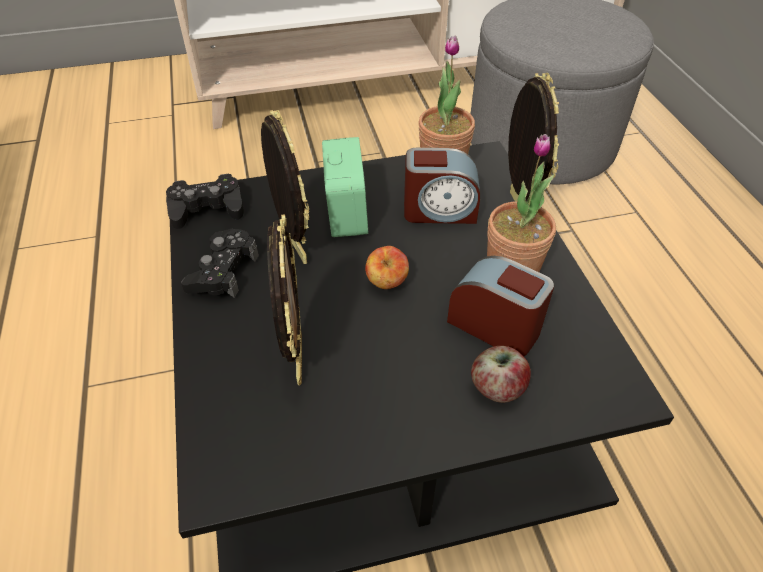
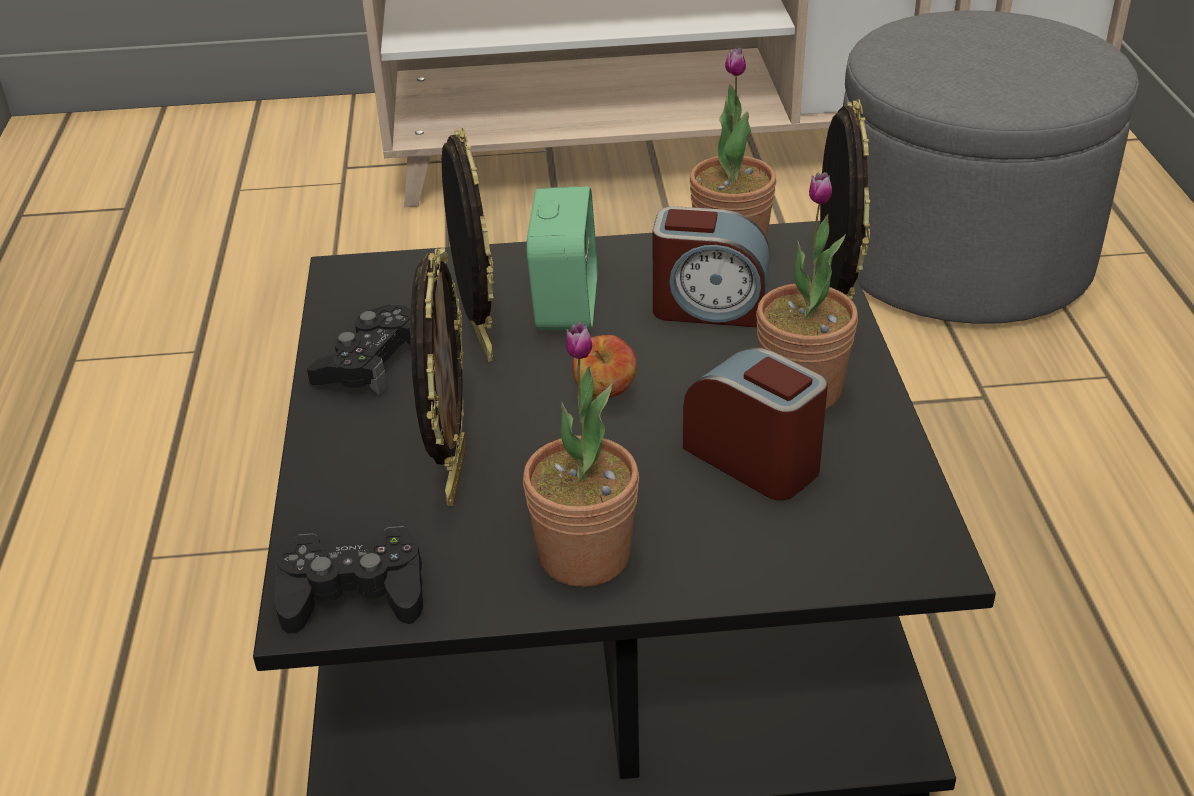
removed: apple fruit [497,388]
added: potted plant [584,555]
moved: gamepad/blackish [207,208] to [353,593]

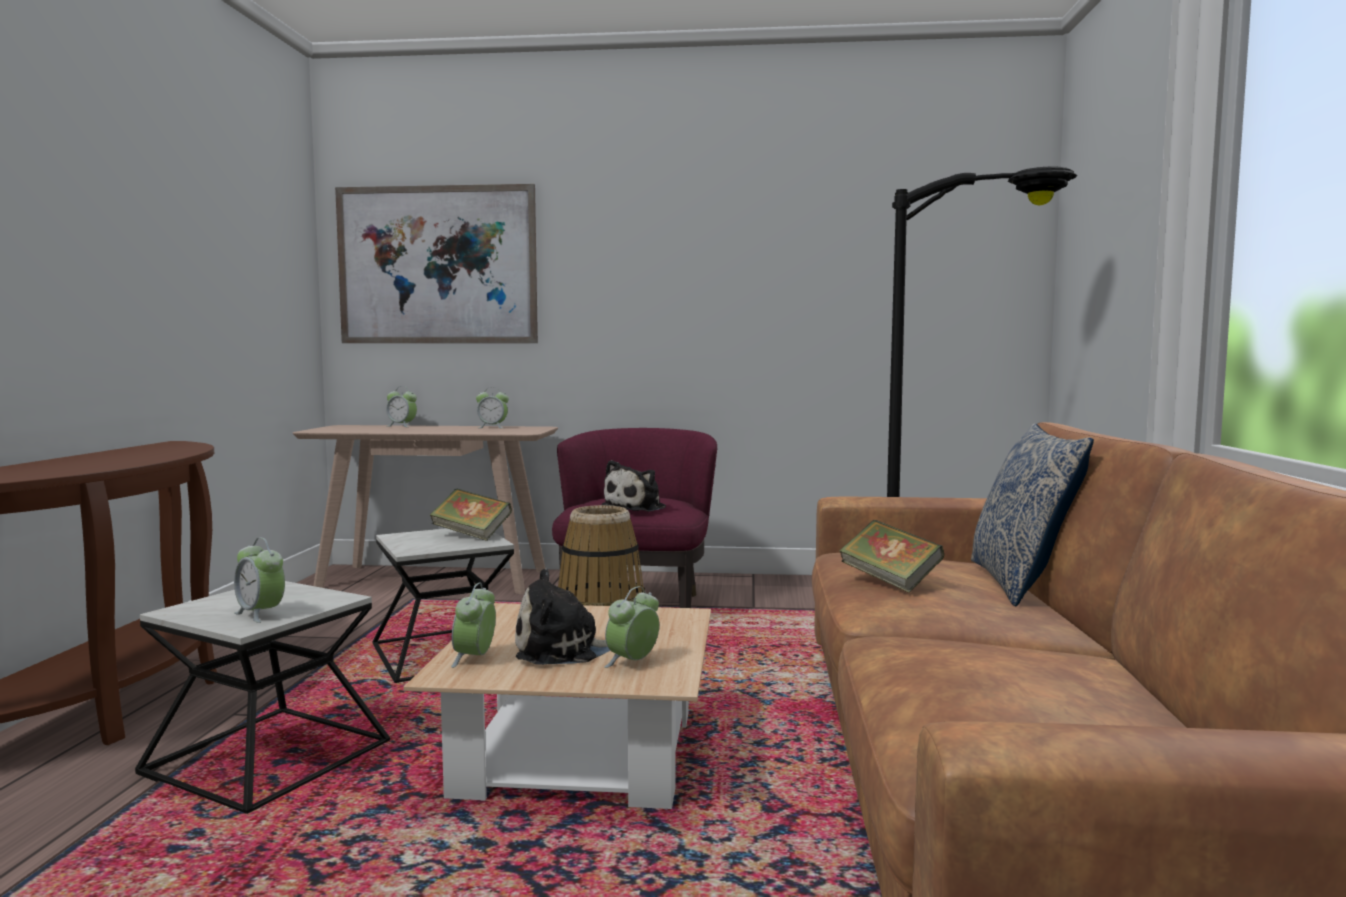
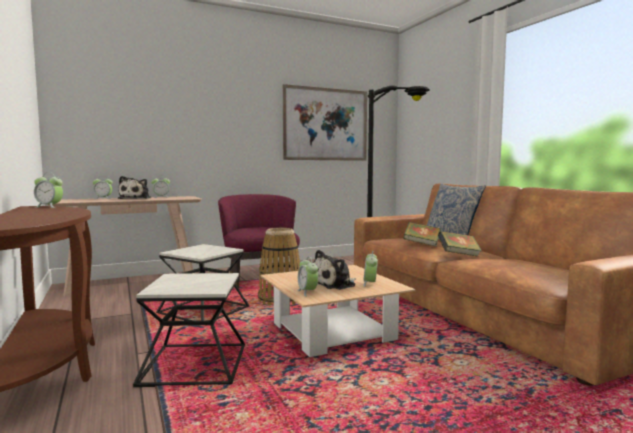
moved: alarm clock [260,614] to [49,207]; wall picture [437,265] to [326,124]; volume [471,535] to [458,255]; cuddly toy [637,507] to [136,198]

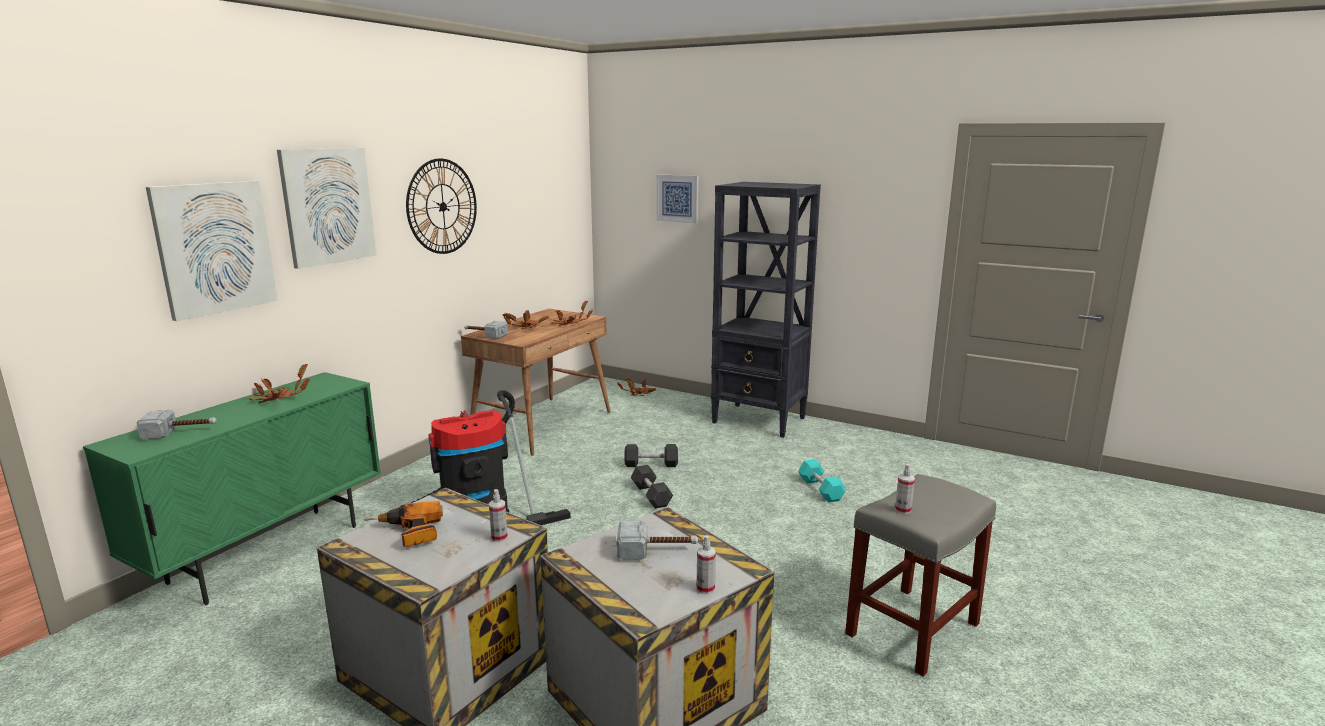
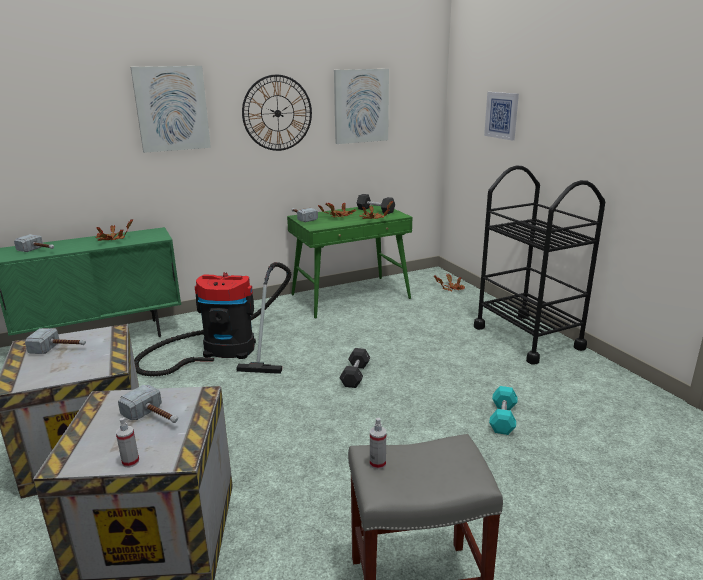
removed: hand sprayer [499,537]
moved: wall picture [214,248] to [361,106]; dumbbell/grey [651,464] to [375,210]
replaced: power drill [409,534] to hammer [60,349]; bookshelf/blackish [759,420] to cart/blackish [527,337]
recoloured: desk table/brownish [542,424] to desk table/green-coloured [351,296]

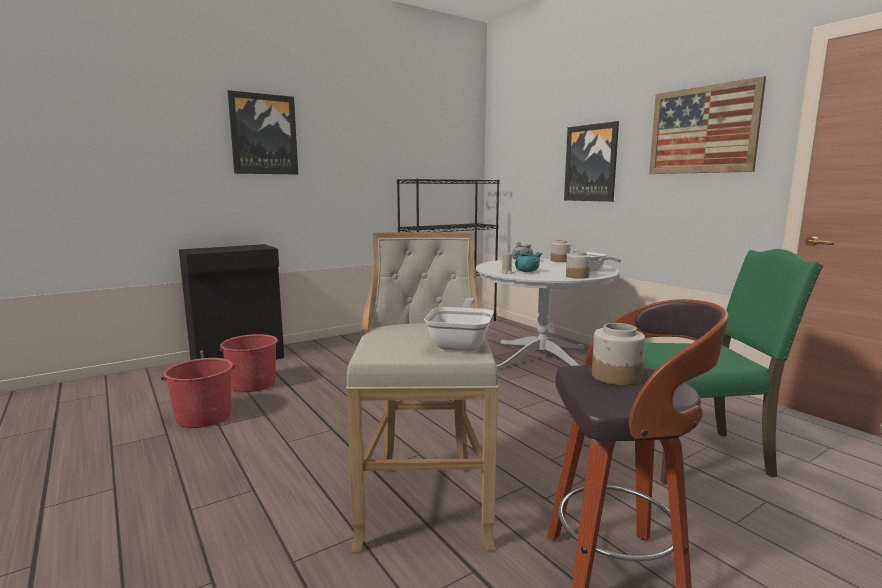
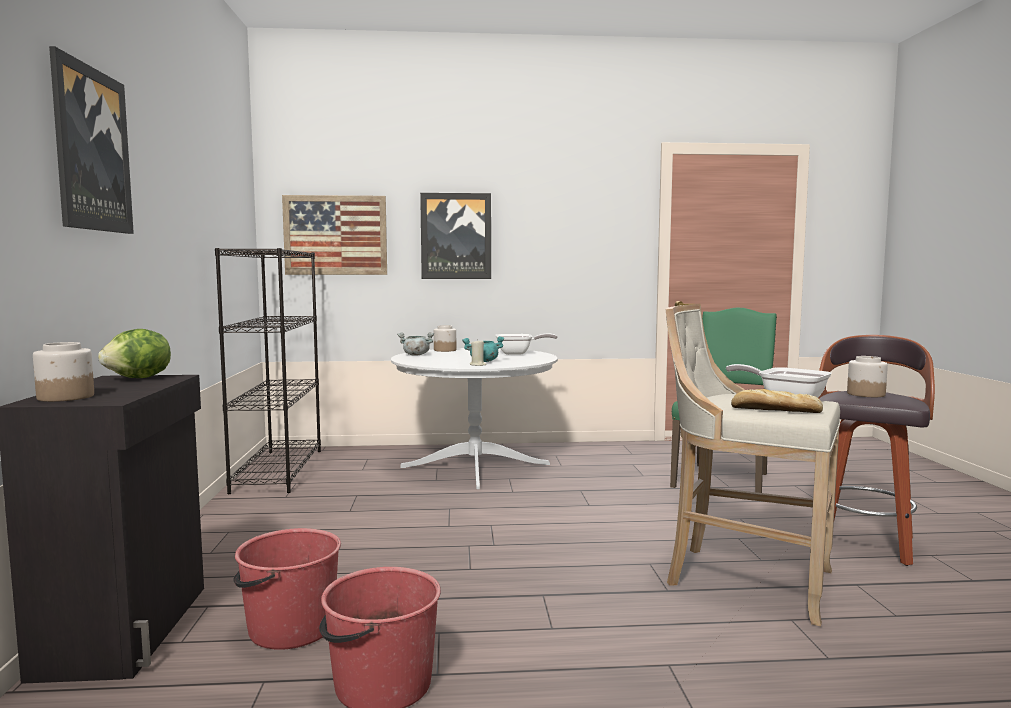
added: lettuce head [139,378]; baked bread [774,410]
moved: storage jar [577,276] to [65,397]; wall picture [702,130] to [335,235]

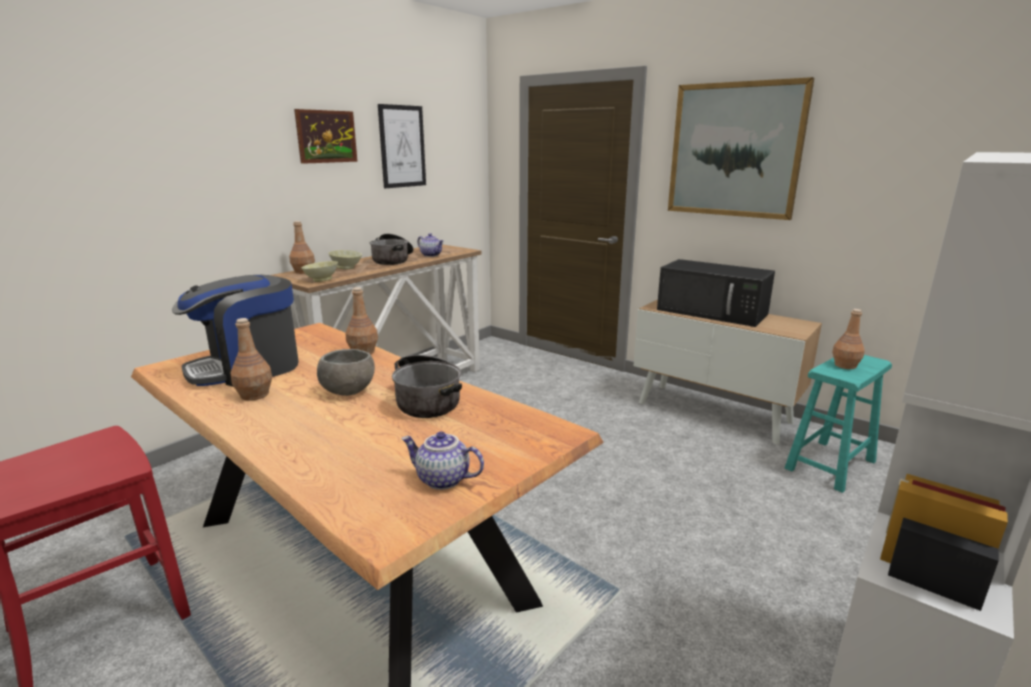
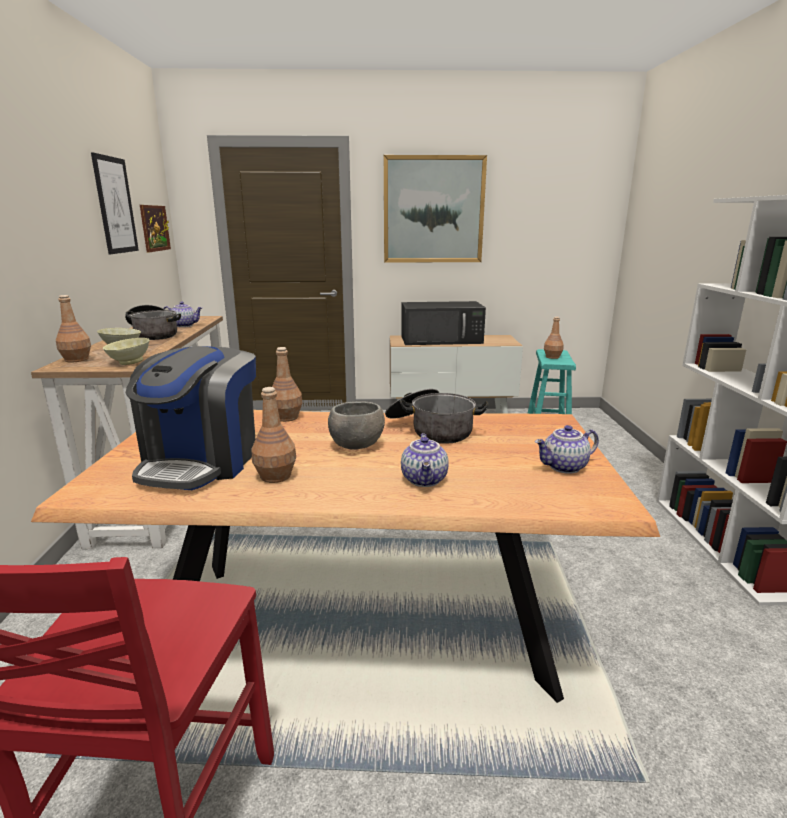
added: teapot [425,480]
moved: wall picture [326,136] to [154,228]

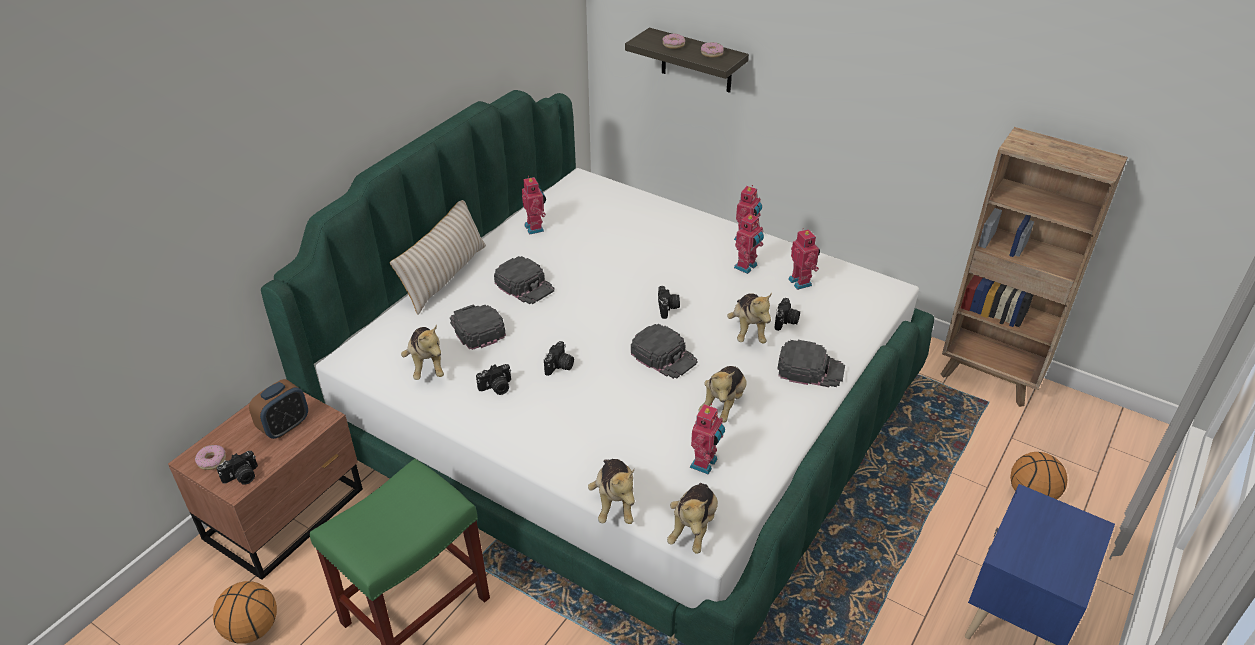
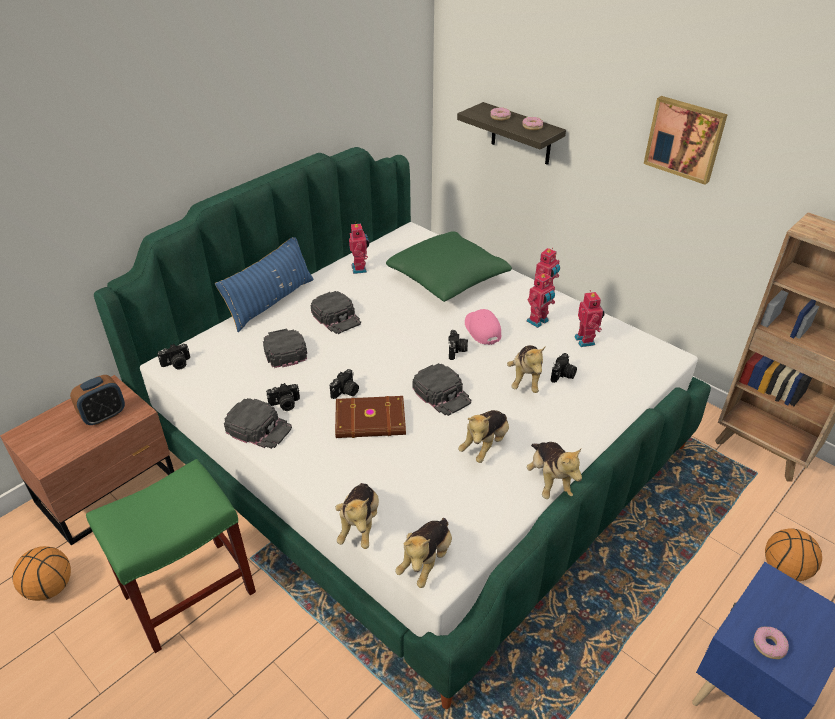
removed: robot figure [705,464]
added: volume/brownish [371,421]; throw pillow/green-coloured [448,279]; baseball cap/pink [482,330]; wall picture [685,139]
moved: ring doughnut [212,460] to [769,645]; still camera [242,477] to [177,364]; cuddly toy [426,365] to [549,480]; baseball cap/blackish [810,369] to [259,428]
recoloured: throw pillow/beige [445,276] to throw pillow/blue-coloured [271,302]

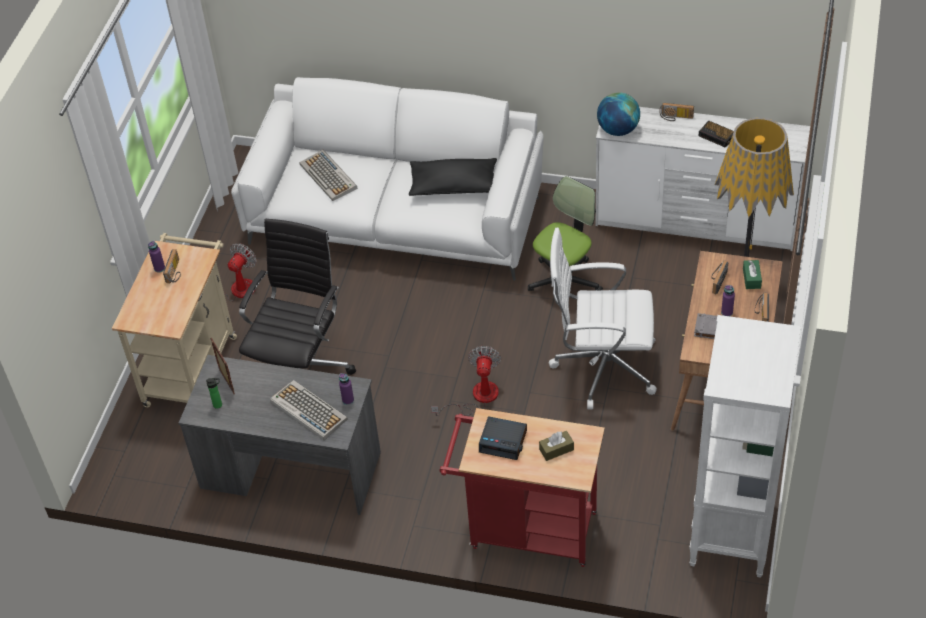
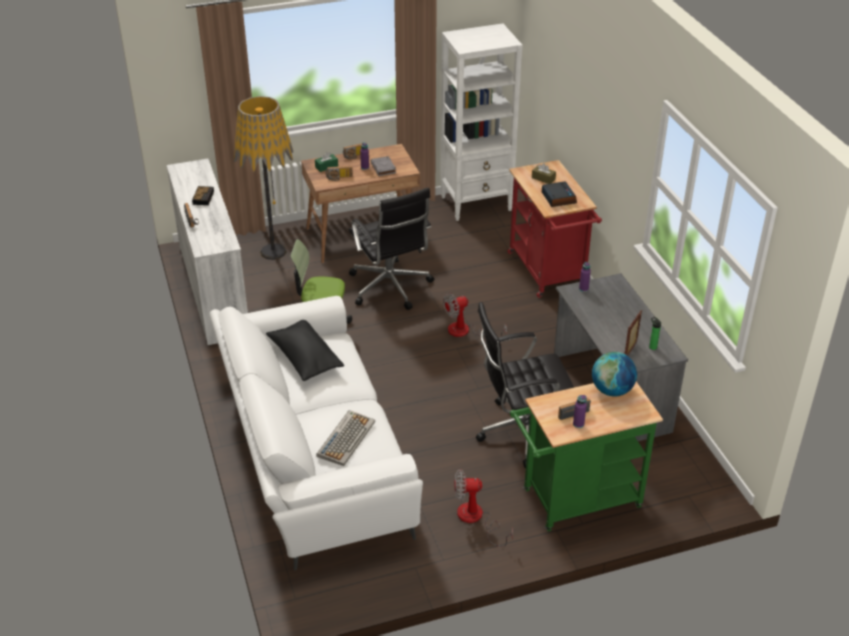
removed: PC keyboard [307,410]
moved: world globe [618,130] to [612,390]
recoloured: cart/beige [192,365] to cart/green-coloured [574,501]; computer chair/white [602,366] to computer chair/blackish [390,287]

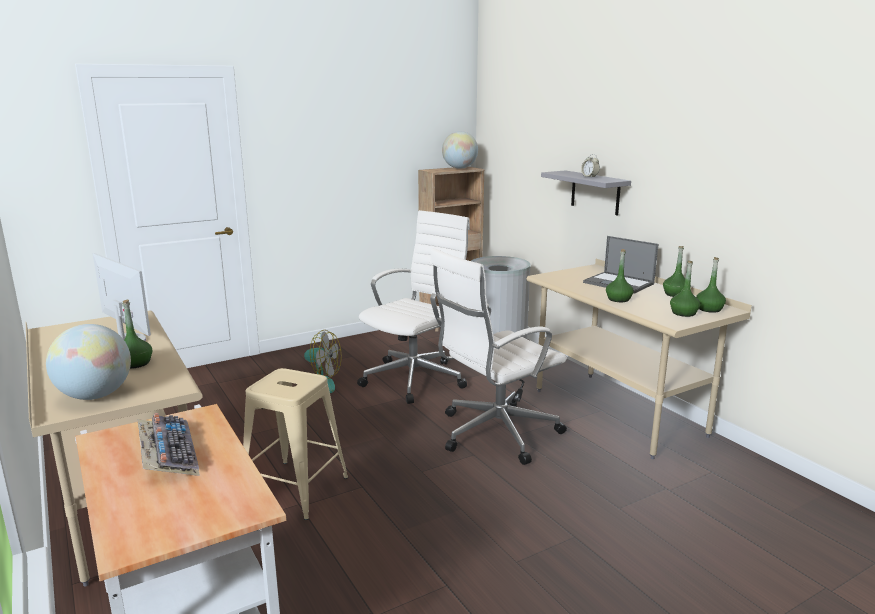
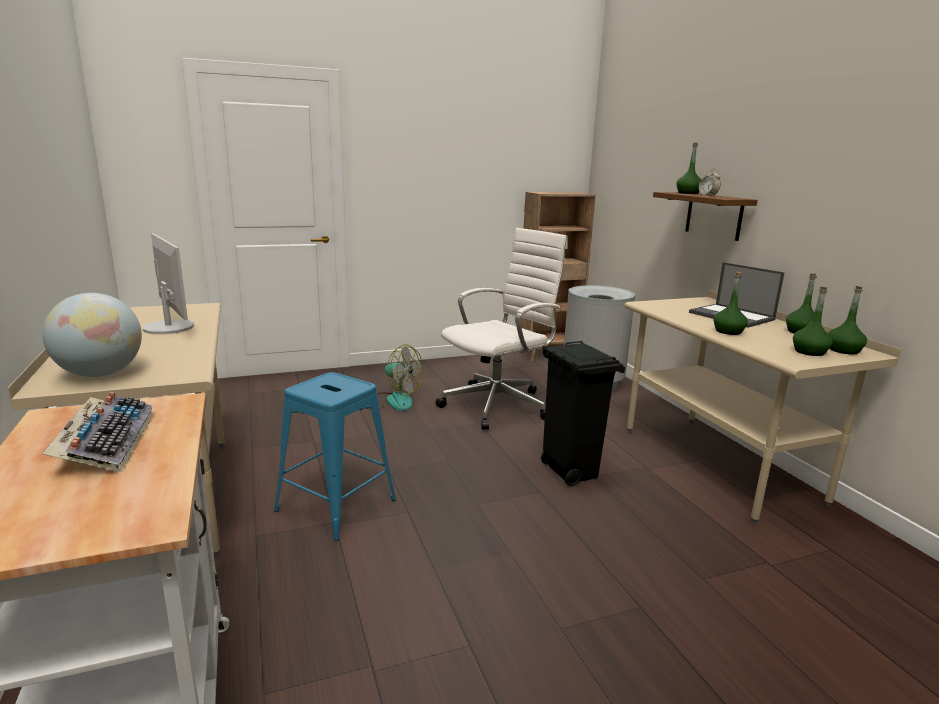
removed: world globe [459,168]
moved: bottle/green-coloured [135,363] to [688,193]
replaced: computer chair/white [495,433] to trash can/blackish [569,471]
recoloured: stool seat/beige [294,489] to stool seat/blue-coloured [335,505]; bracket shelf/grey [595,192] to bracket shelf/brownish [714,215]

